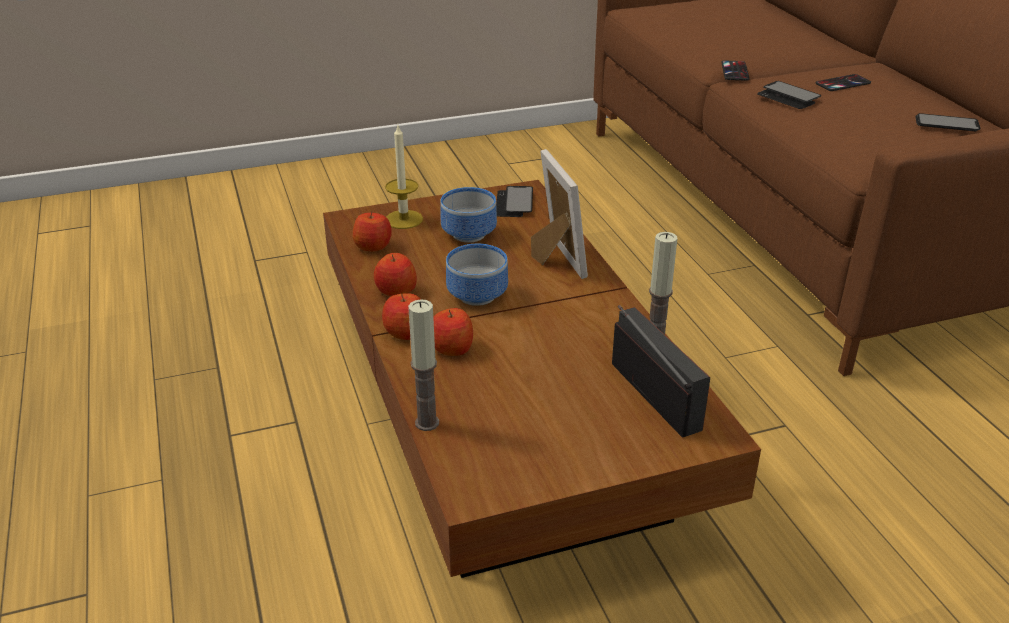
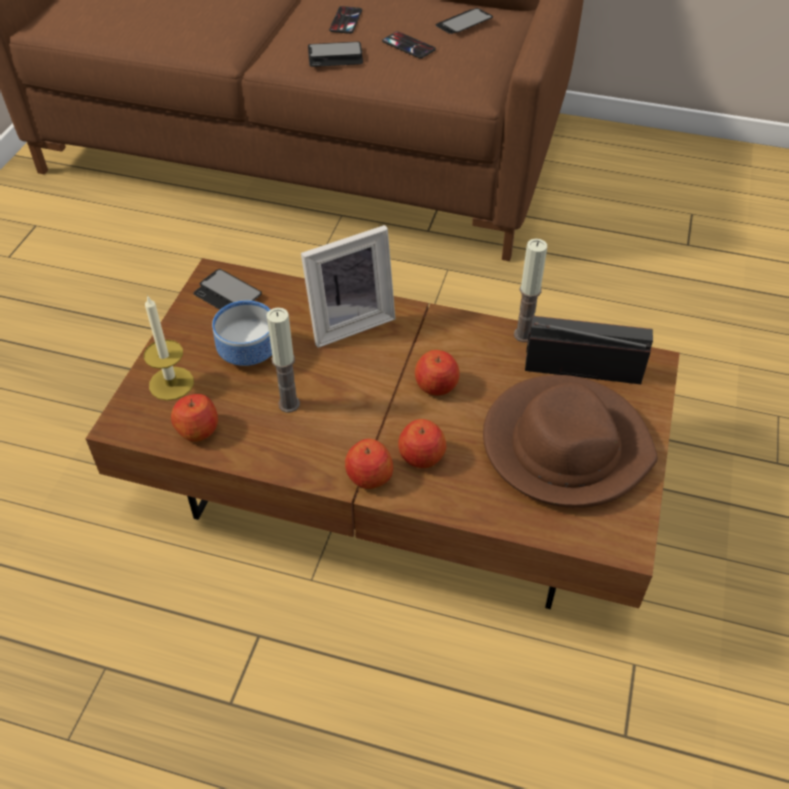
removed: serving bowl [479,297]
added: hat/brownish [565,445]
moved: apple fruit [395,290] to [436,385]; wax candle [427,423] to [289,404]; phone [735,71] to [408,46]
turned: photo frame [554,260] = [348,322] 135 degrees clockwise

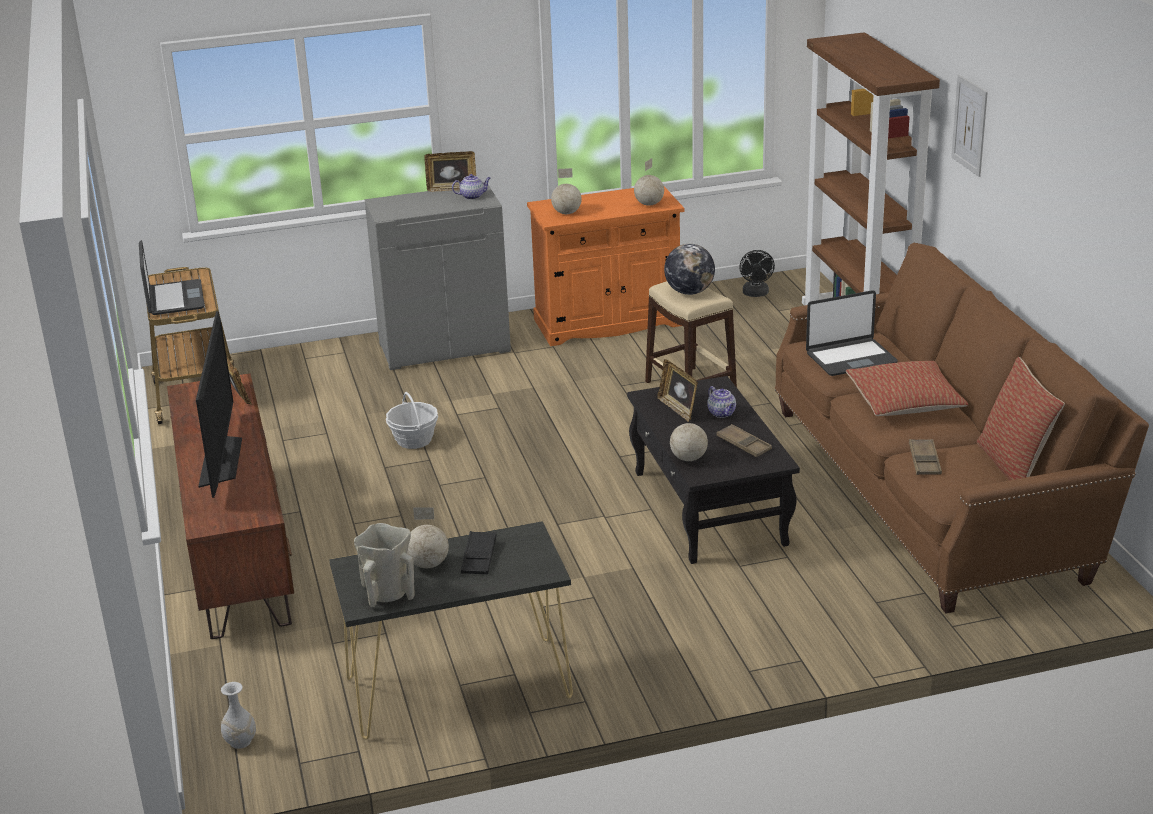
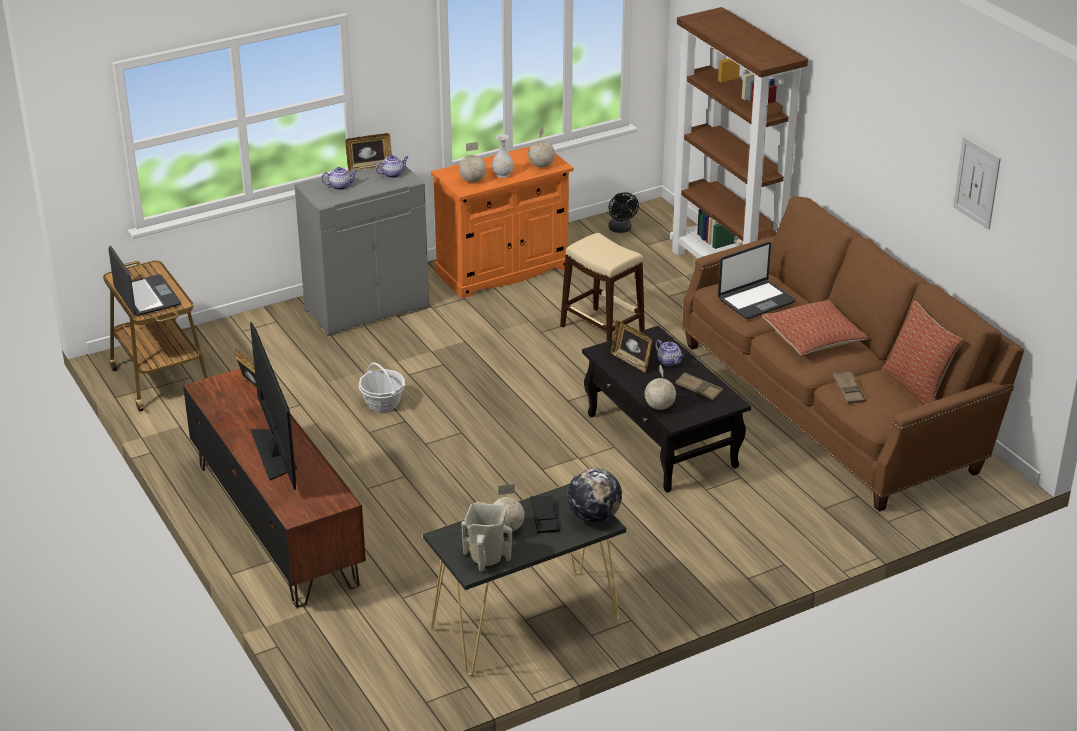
added: teapot [340,186]
moved: vase/white [240,742] to [502,175]; world globe [689,292] to [594,516]; wall picture [969,125] to [977,183]

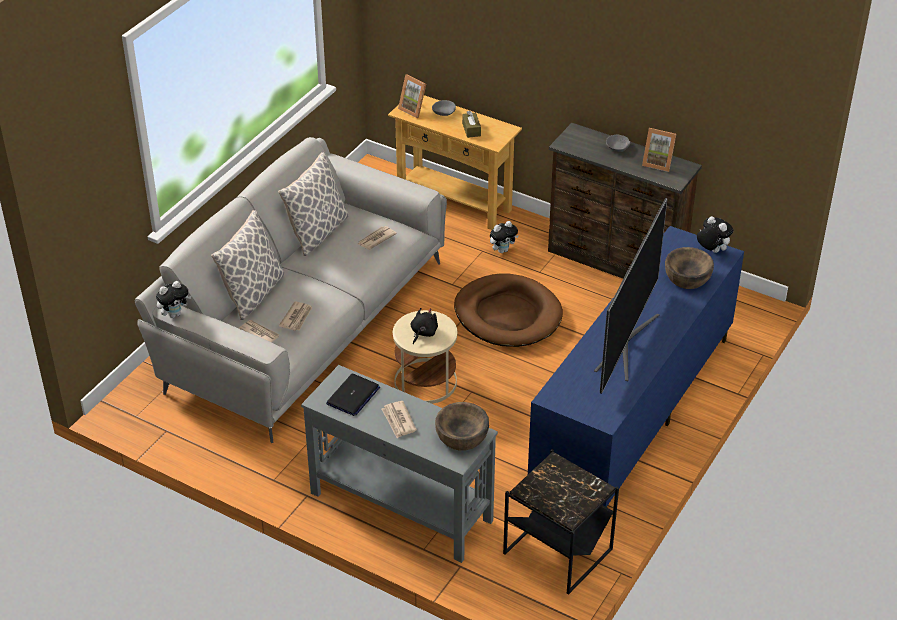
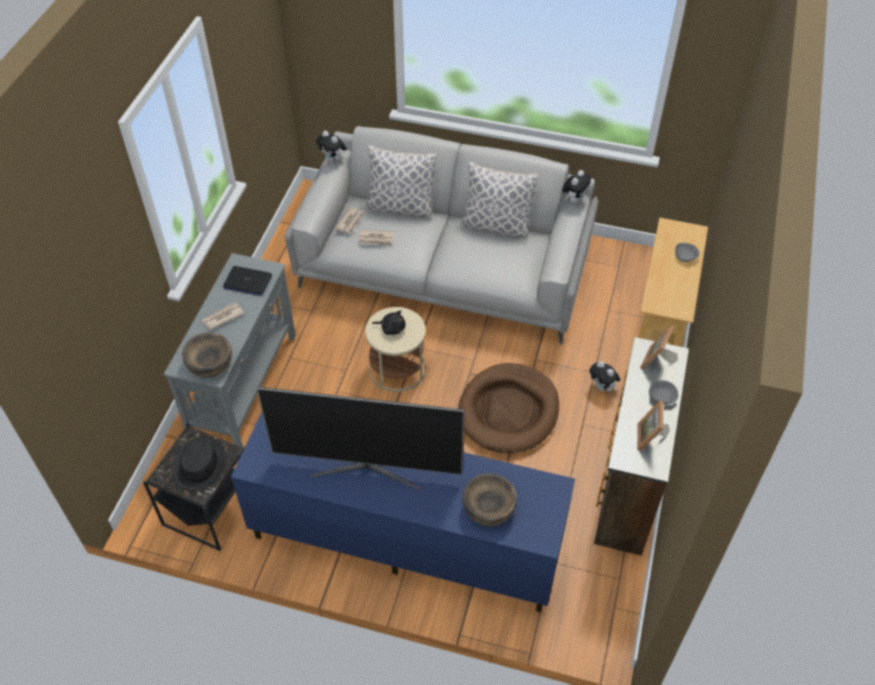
removed: daily paper [376,239]; tissue box/brownish [471,129]
added: hat/blackish [199,464]
moved: photo frame [414,109] to [657,362]; cuddly toy [711,251] to [574,199]

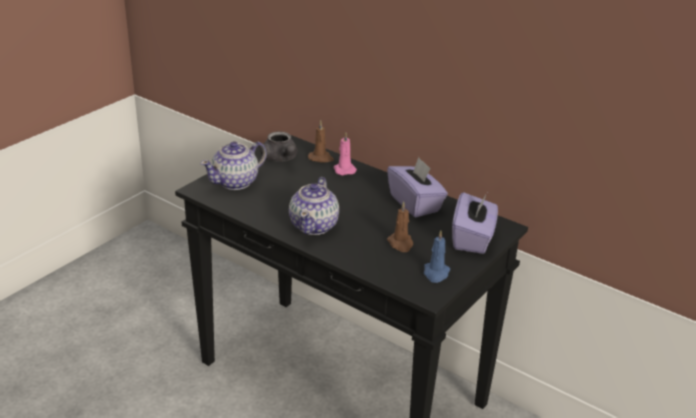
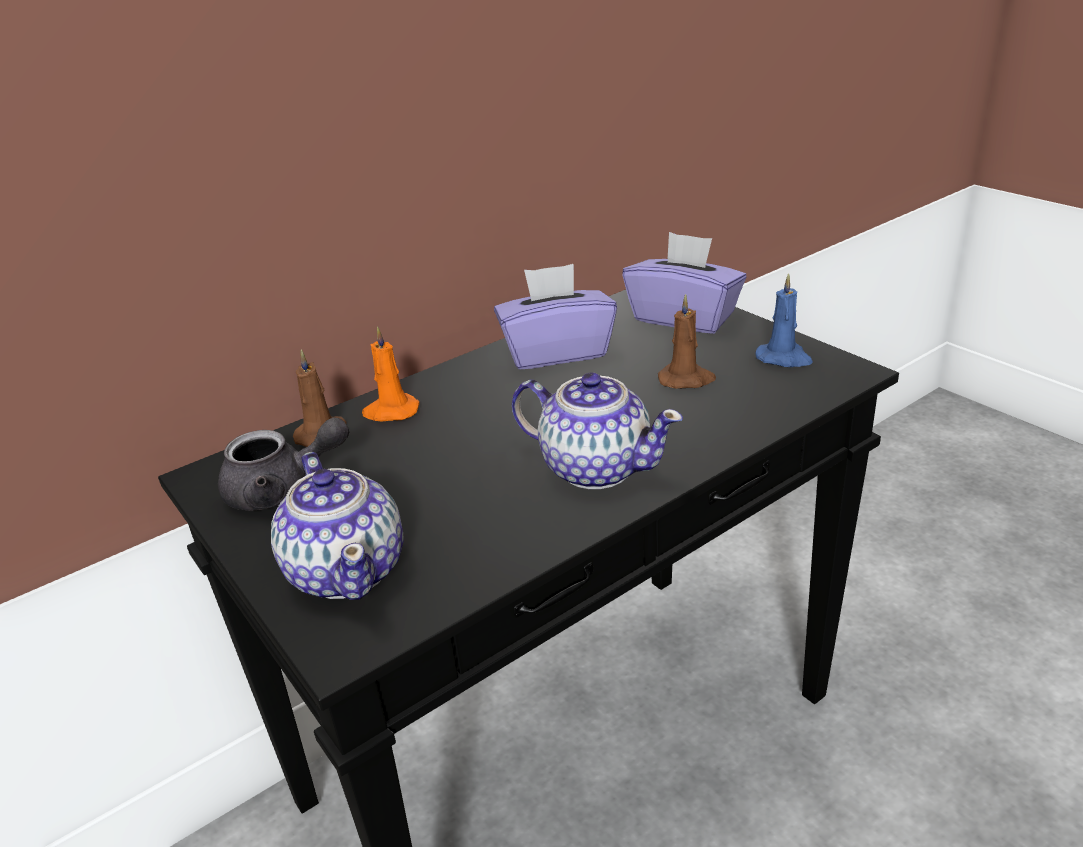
recoloured: wax candle/pink [344,170] to wax candle/orangey [390,411]

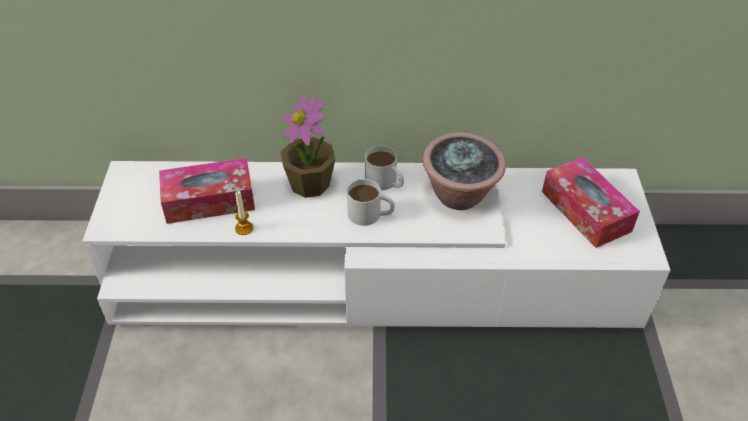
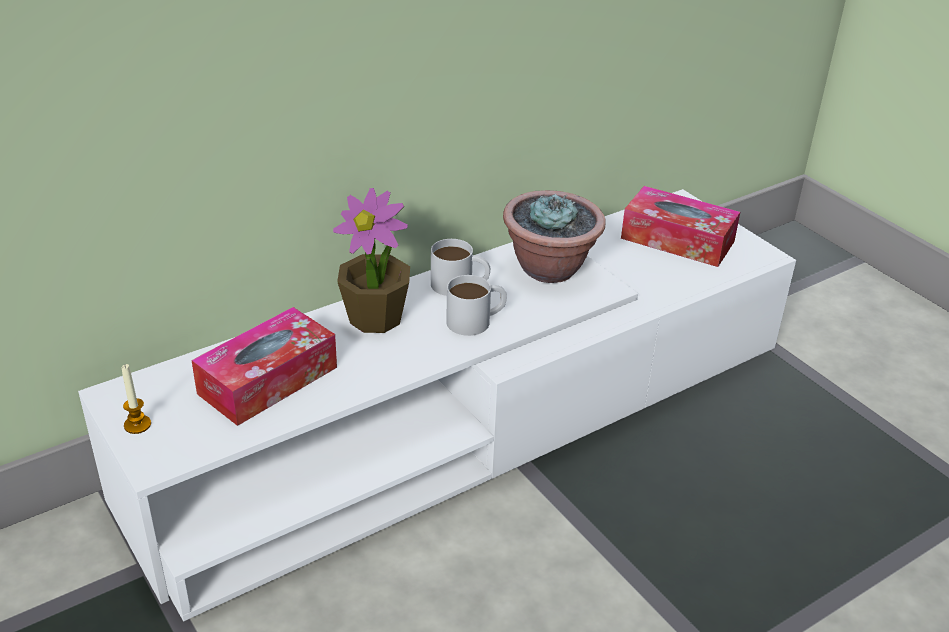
moved: wax candle [244,228] to [137,425]

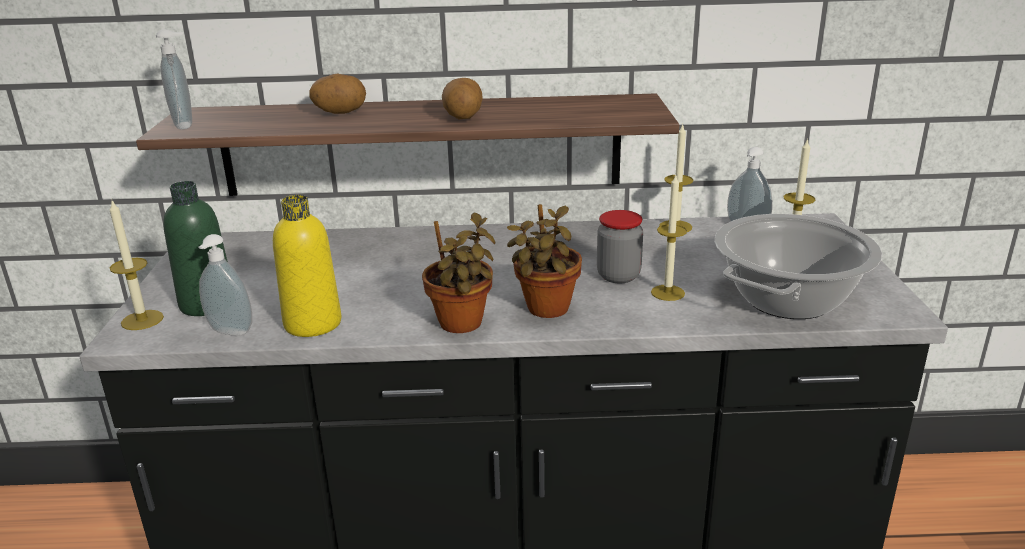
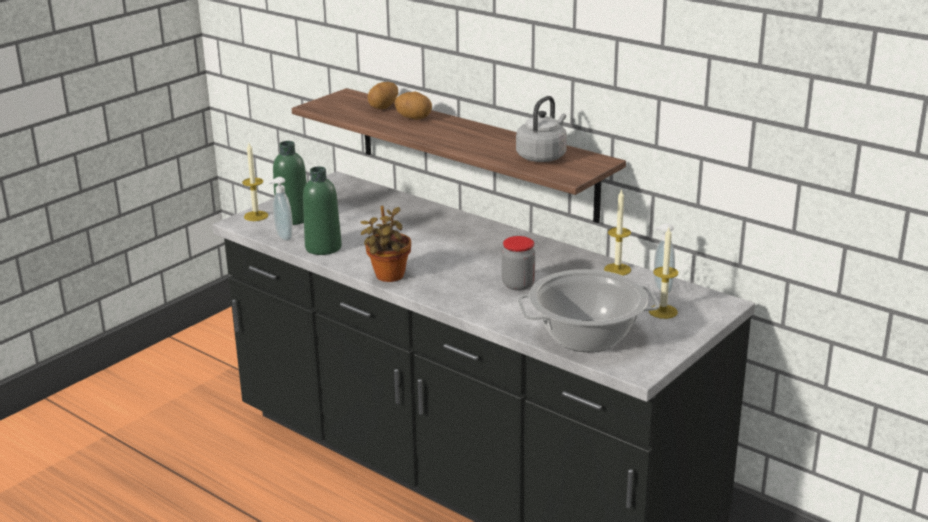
removed: soap bottle [186,125]; potted plant [546,310]; wax candle [667,293]
added: kettle/grey [542,156]
moved: whole potato [463,117] to [384,107]
recoloured: bottle/yellow-coloured [313,323] to bottle/green-coloured [323,248]

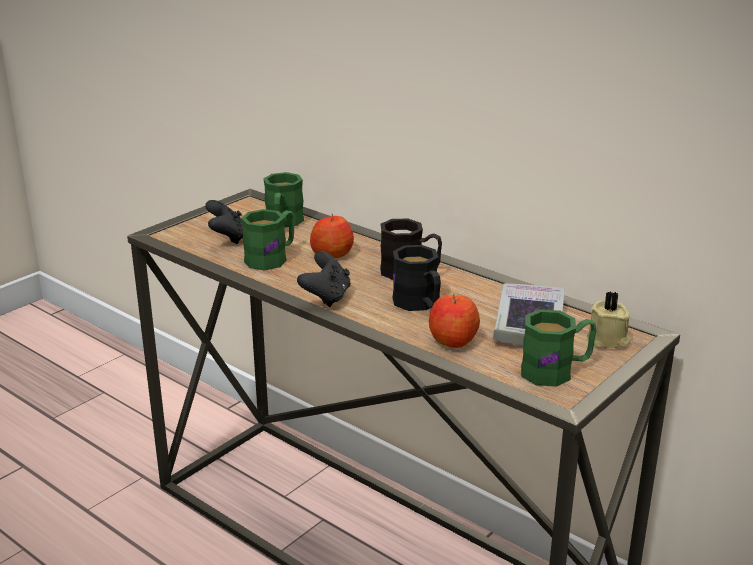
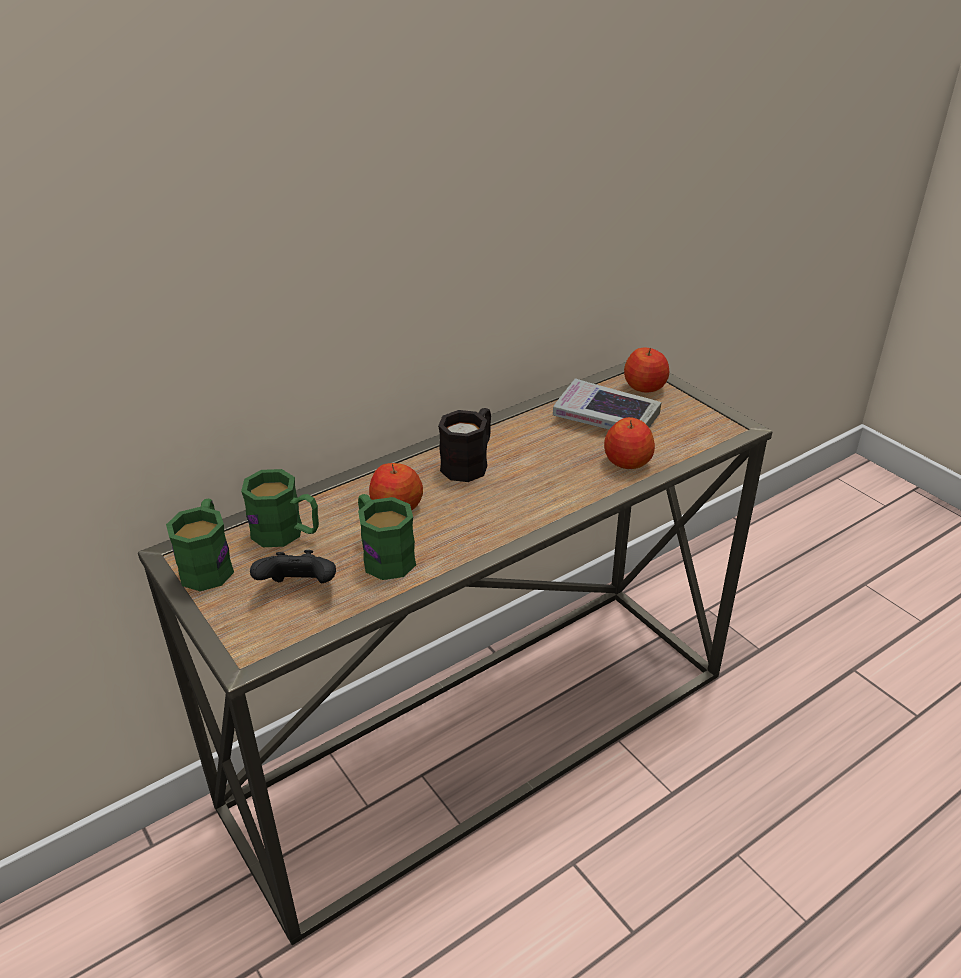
removed: gamepad/blackish [326,297]; tea mug/blackish [419,304]
moved: tea mug/green-coloured [556,371] to [209,564]
replaced: wax candle/beige [608,340] to apple fruit [645,387]

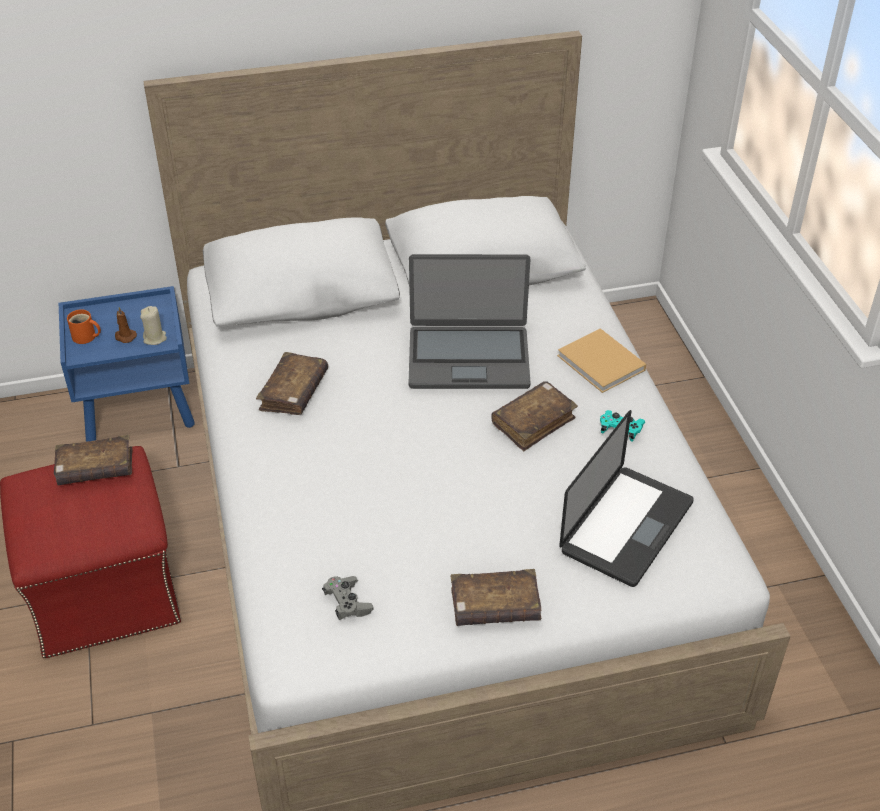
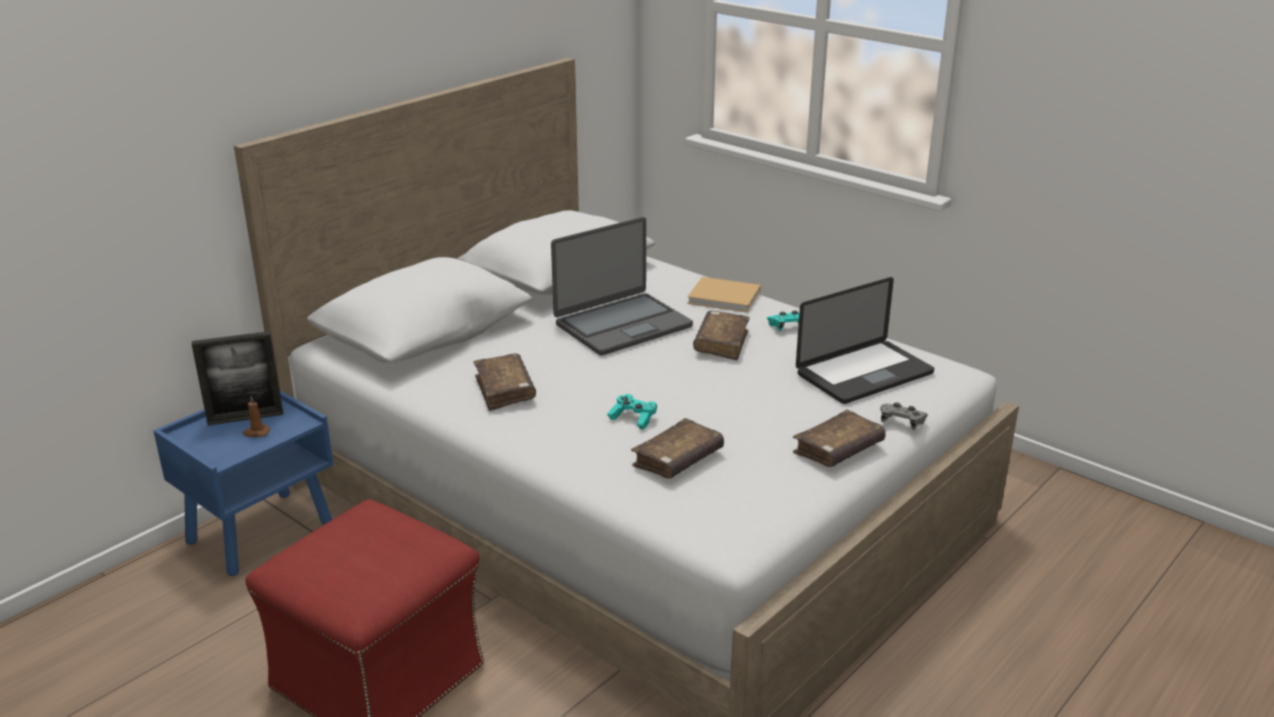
removed: tea mug/orangey [85,337]; wax candle/beige [155,338]
added: photo frame [245,418]; gamepad/blue-green [633,418]
moved: volume/brownish [95,469] to [677,459]; gamepad/grey [347,603] to [901,422]
turned: notebook computer [626,527] = [864,374] 60 degrees clockwise

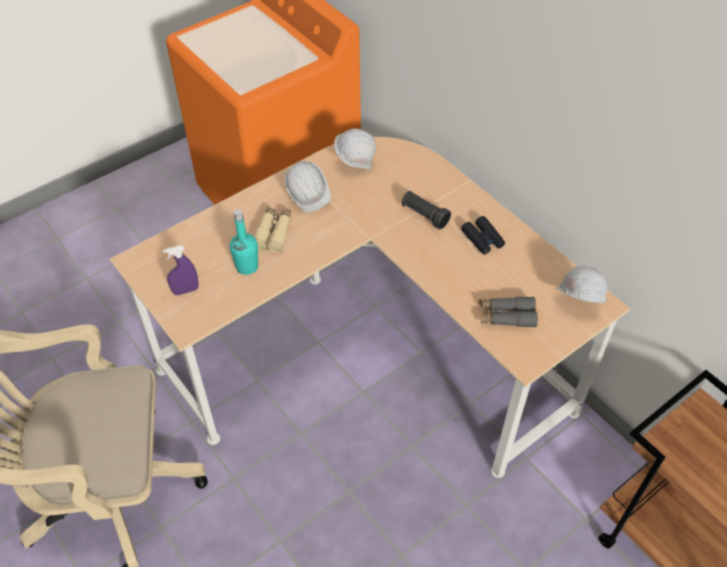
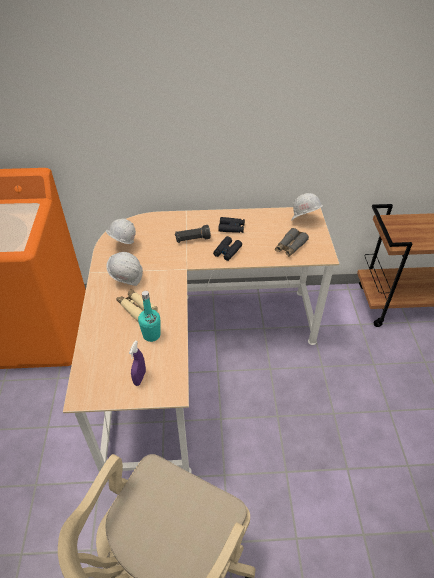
added: field glasses/blackish [227,251]

